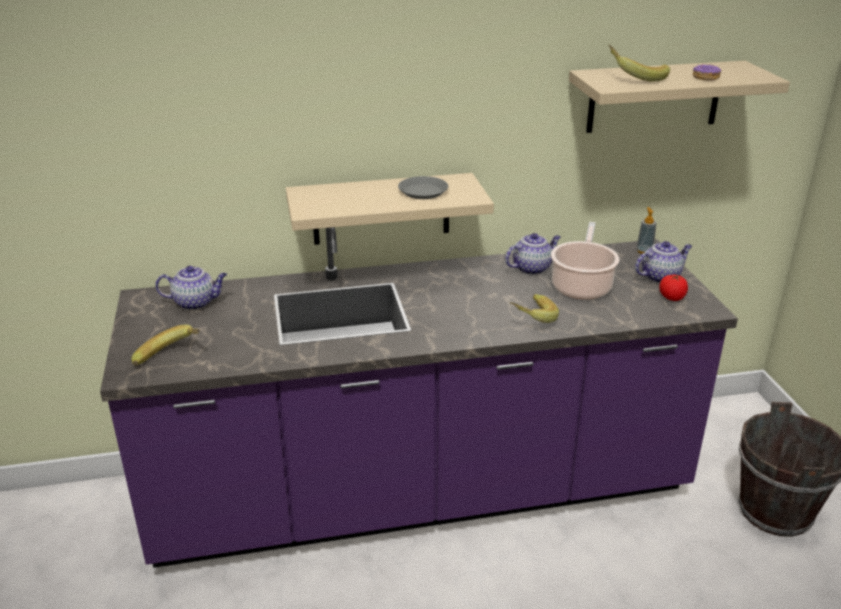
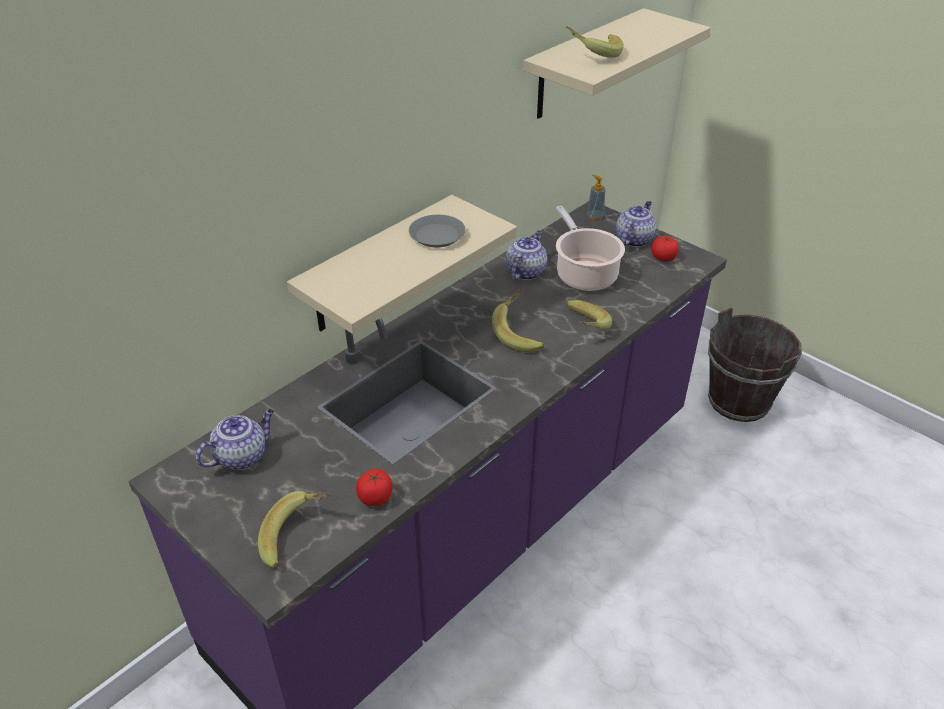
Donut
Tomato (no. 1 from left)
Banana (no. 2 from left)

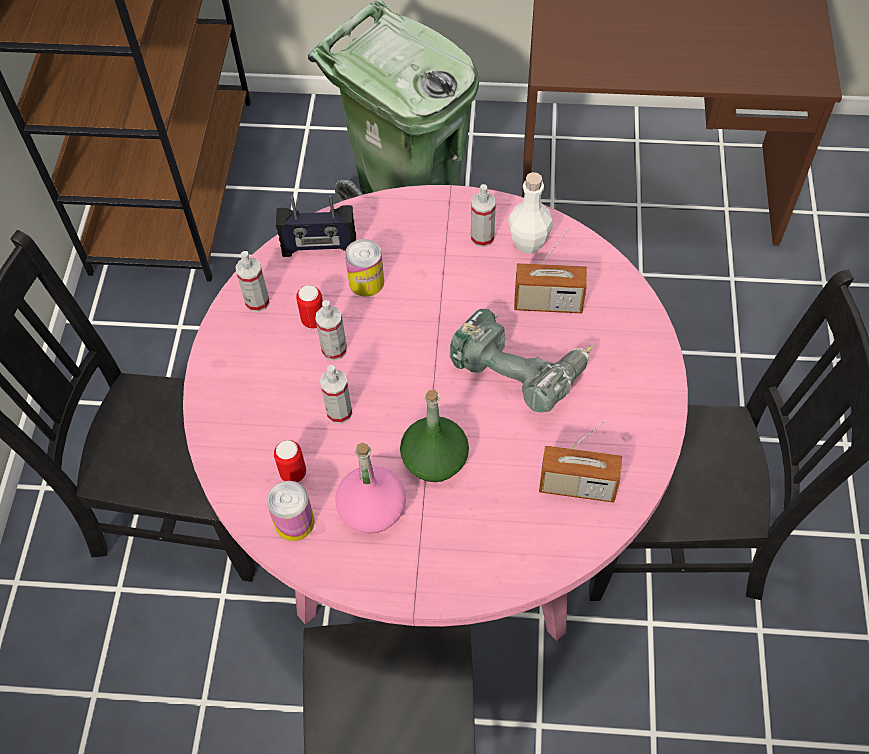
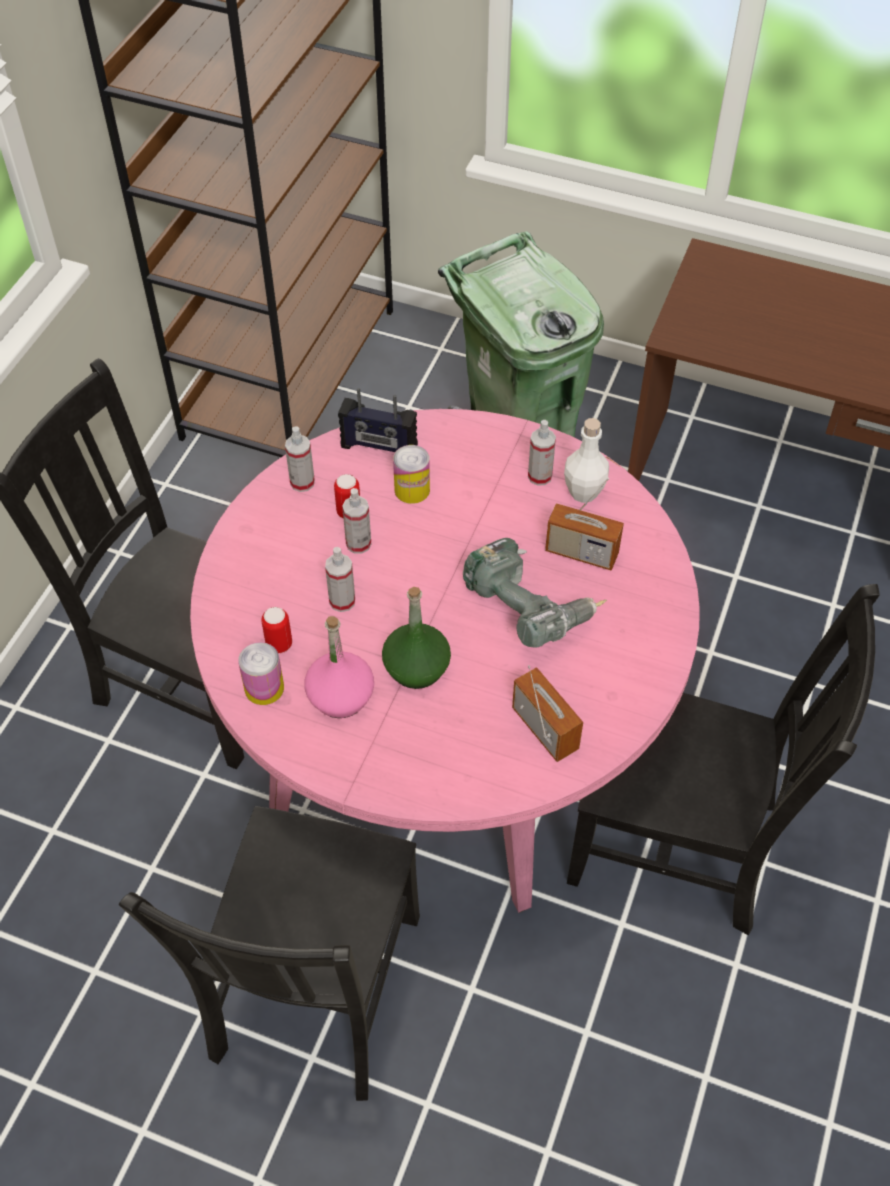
Radio (no. 2 from left)

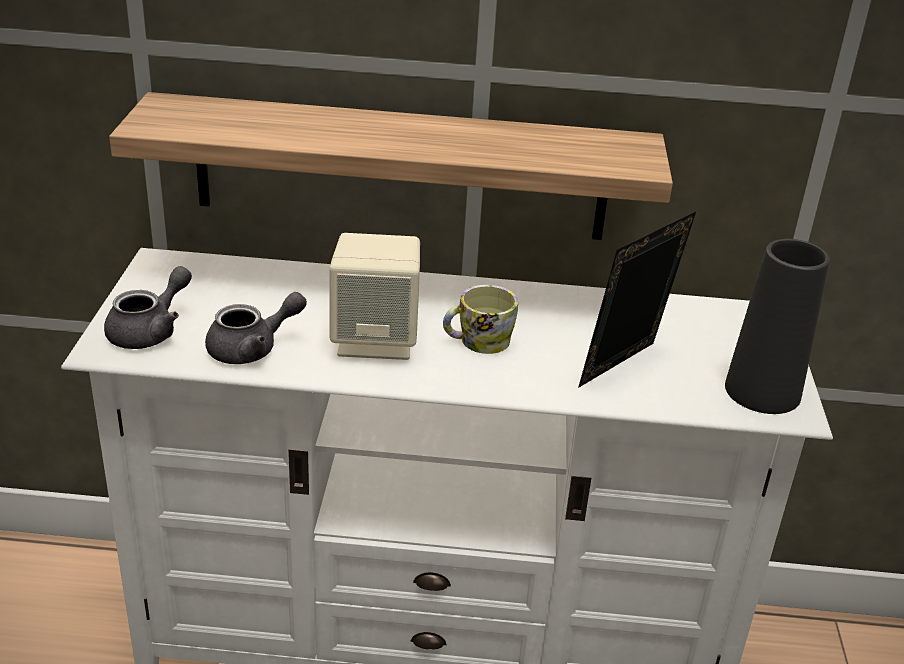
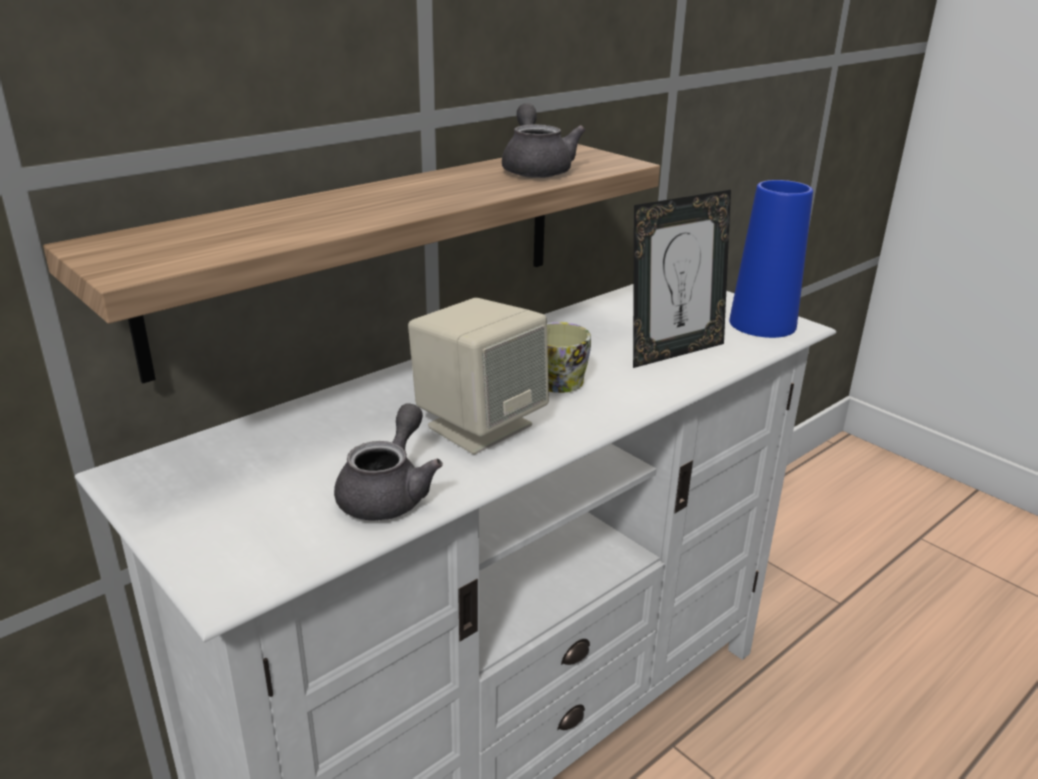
GreyTeapot (no. 2 from left)
PictureFrame
BlueVase

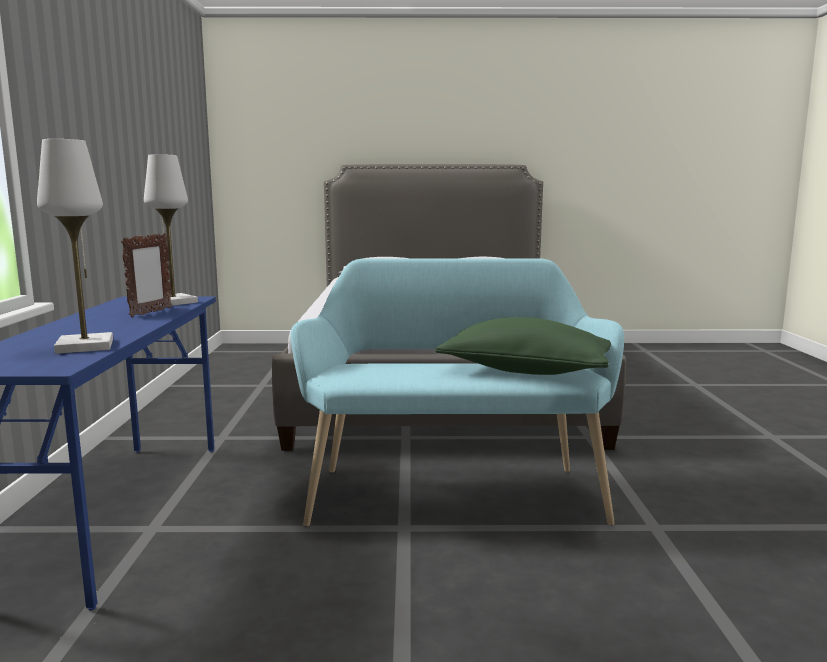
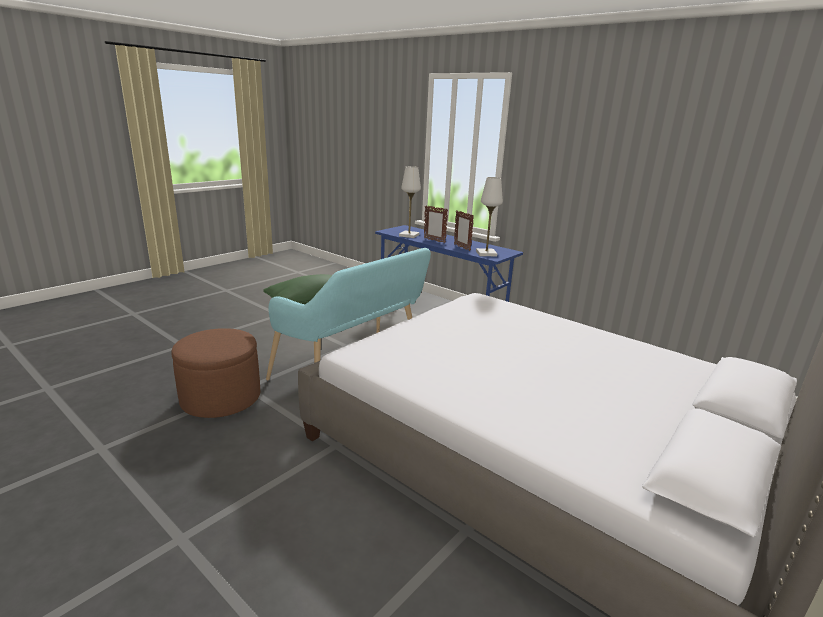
BrownOttoman
PictureFrame (no. 1 from left)

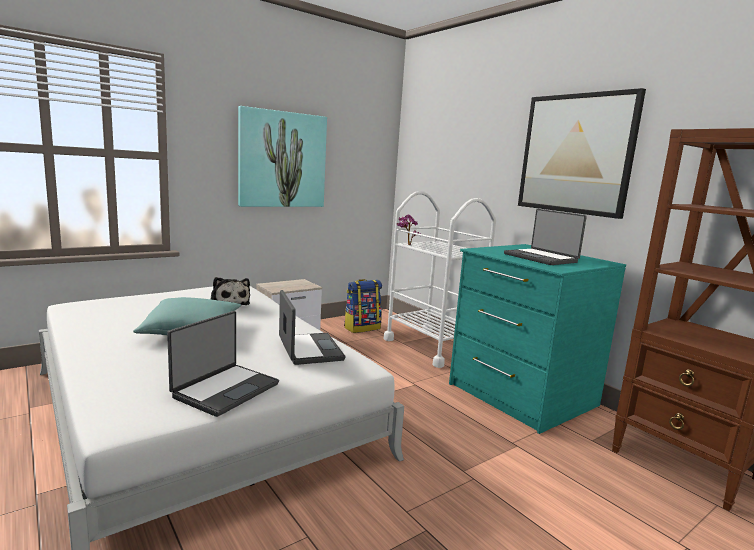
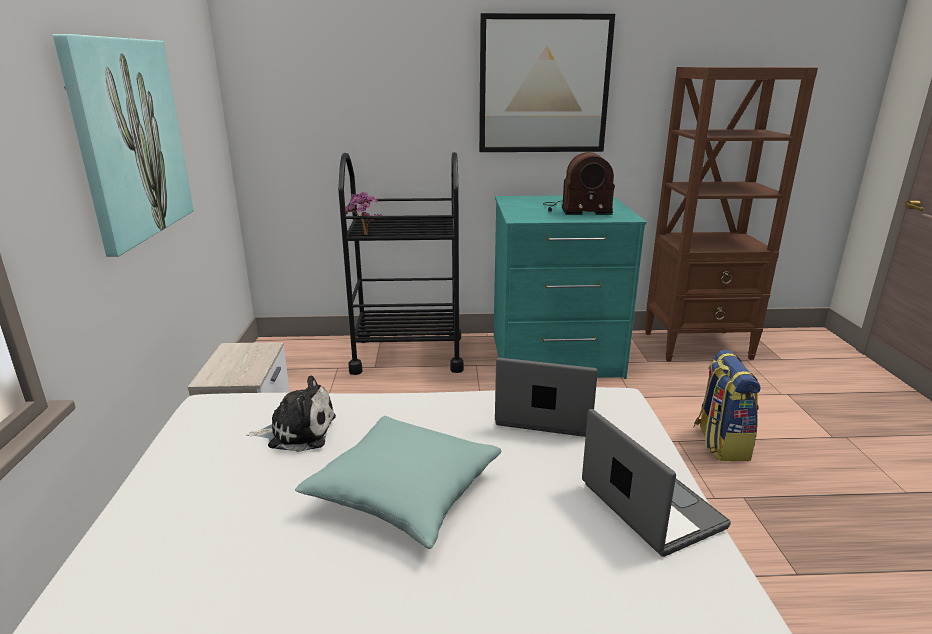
Backpack
BlackCart
Radio

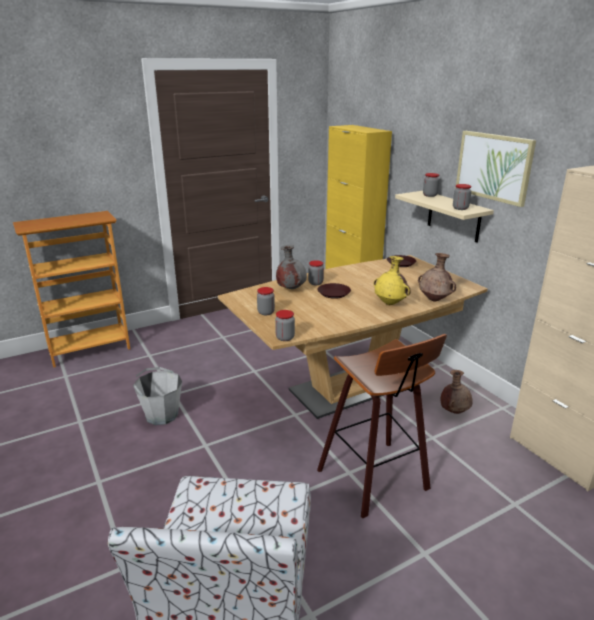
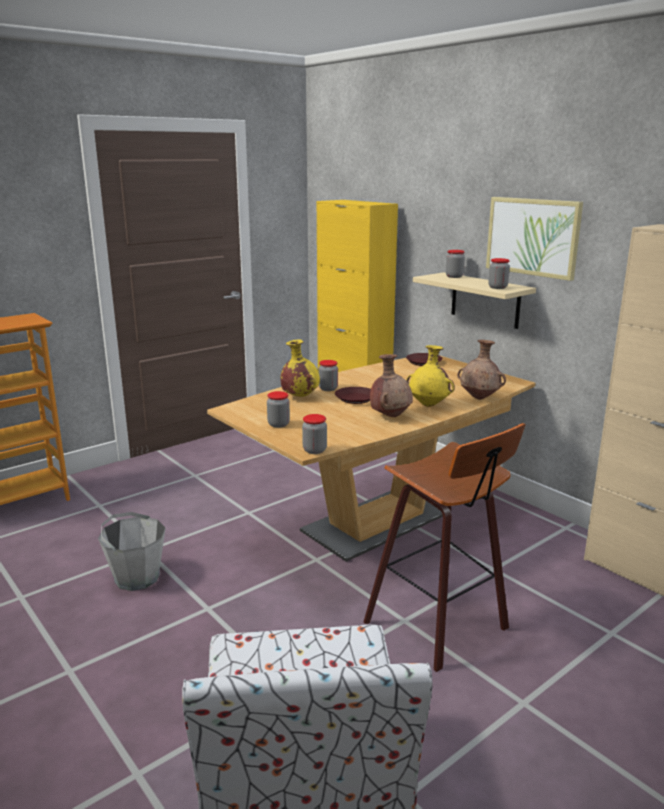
YellowVase (no. 1 from left)
BrownVase (no. 1 from left)

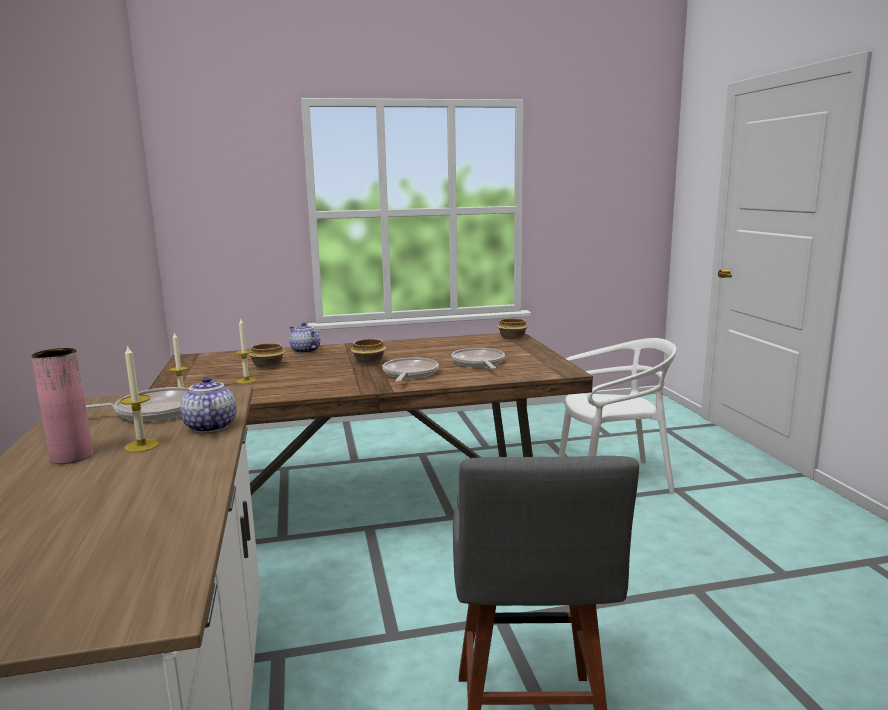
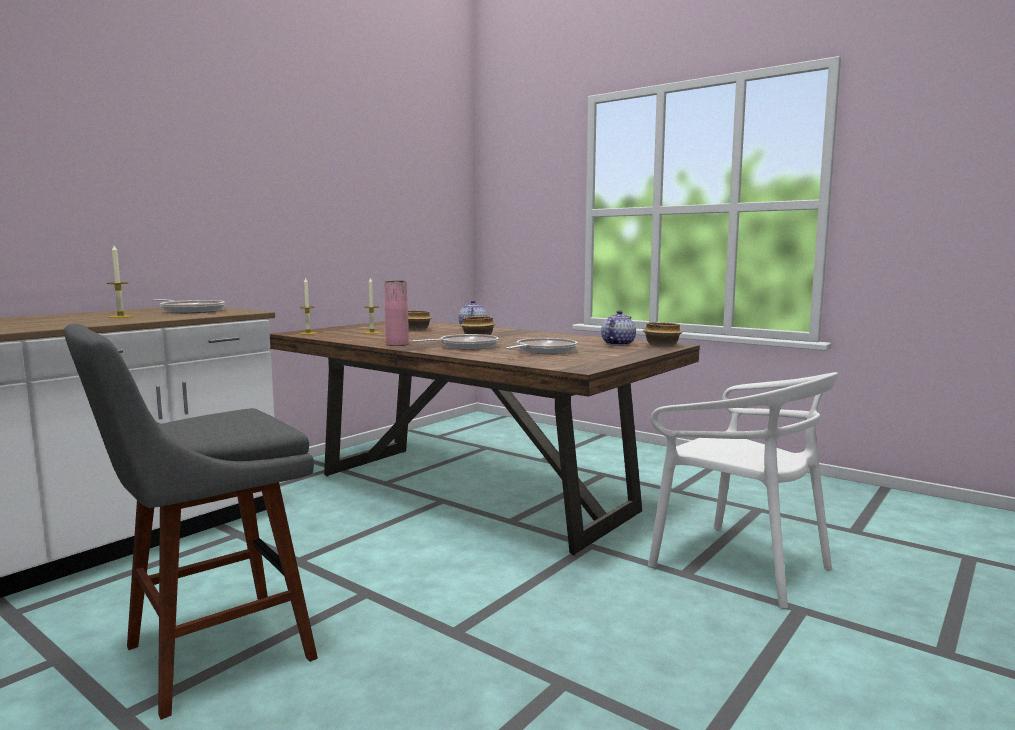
PinkVase
Teapot (no. 2 from left)

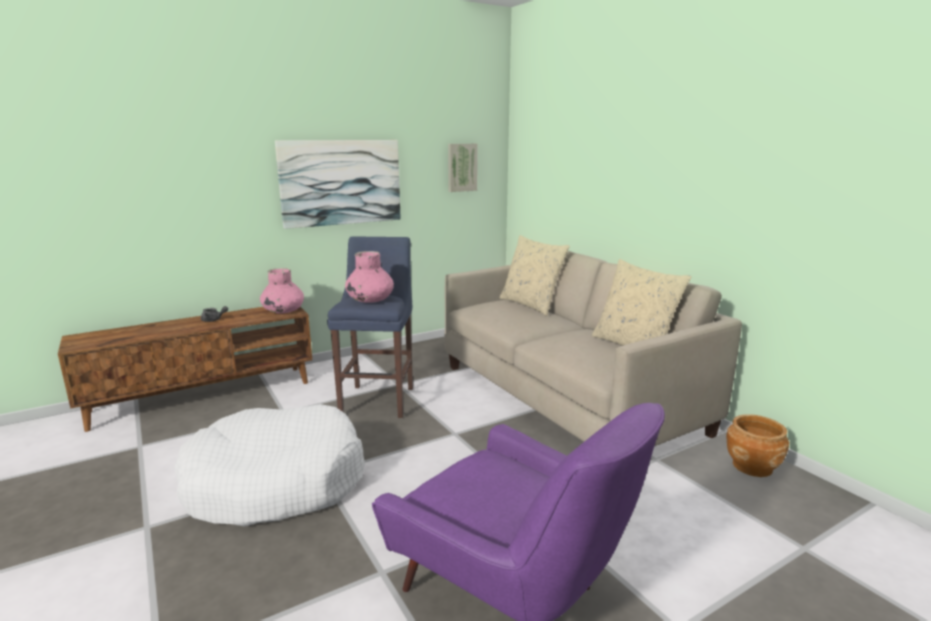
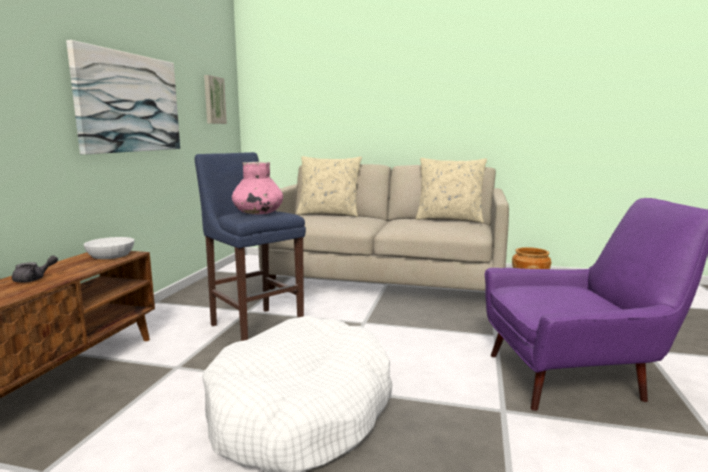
WhiteBowl

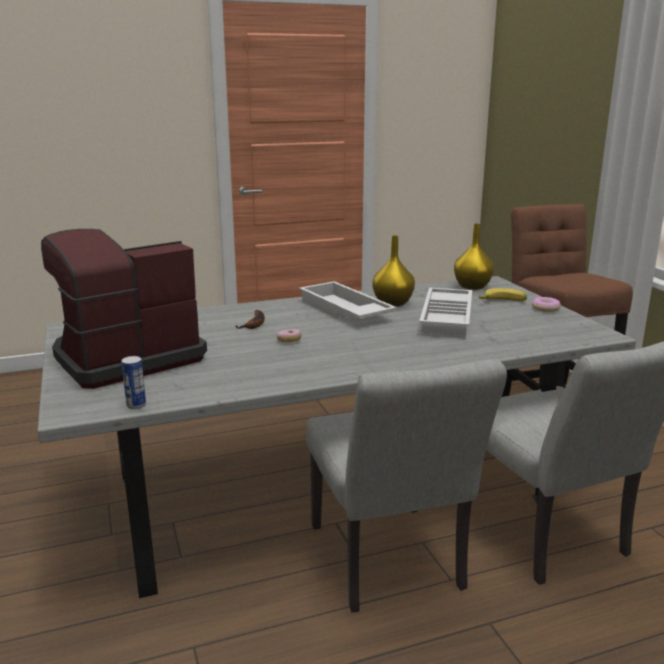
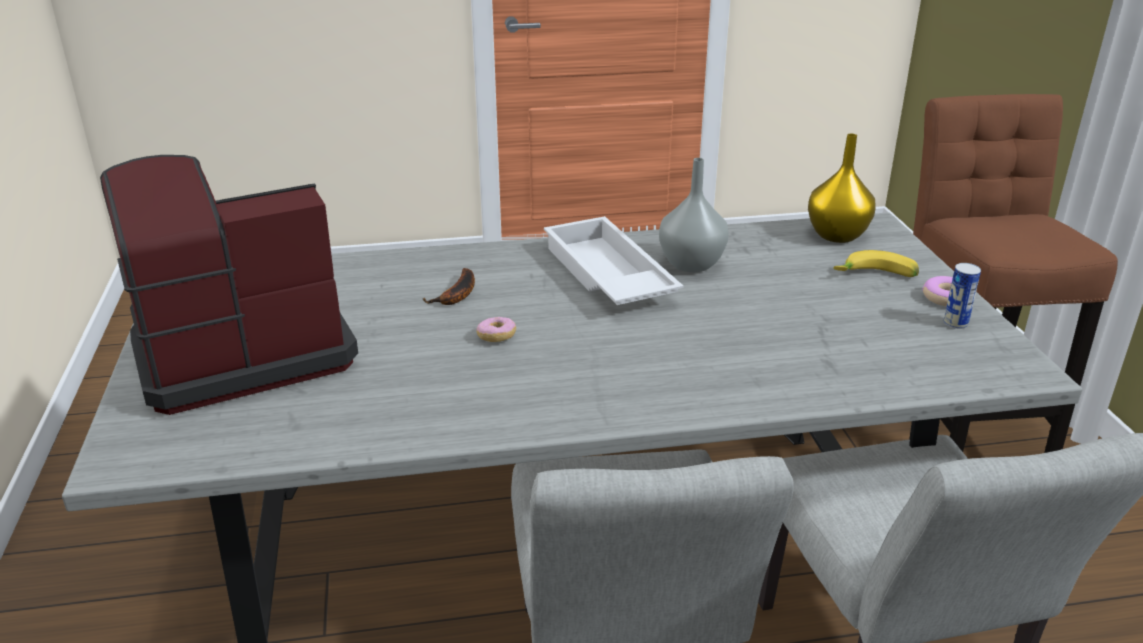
Can
GreyVase
WhiteTray (no. 2 from left in the first image)

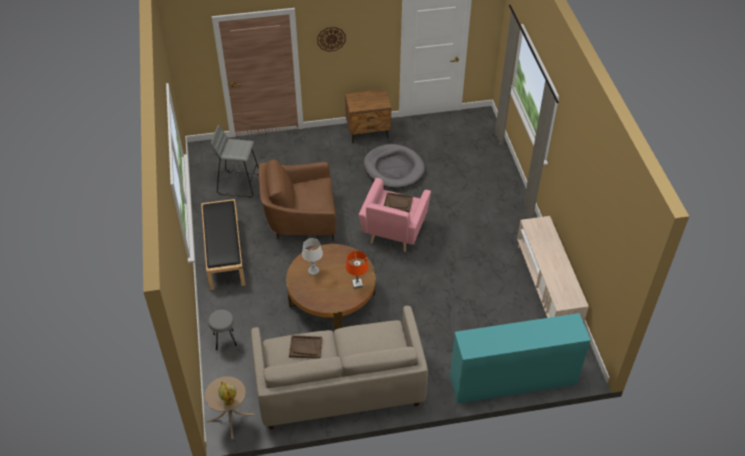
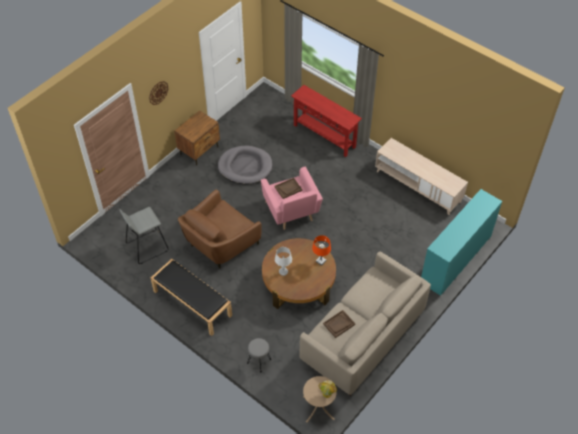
RedConsoleTable

